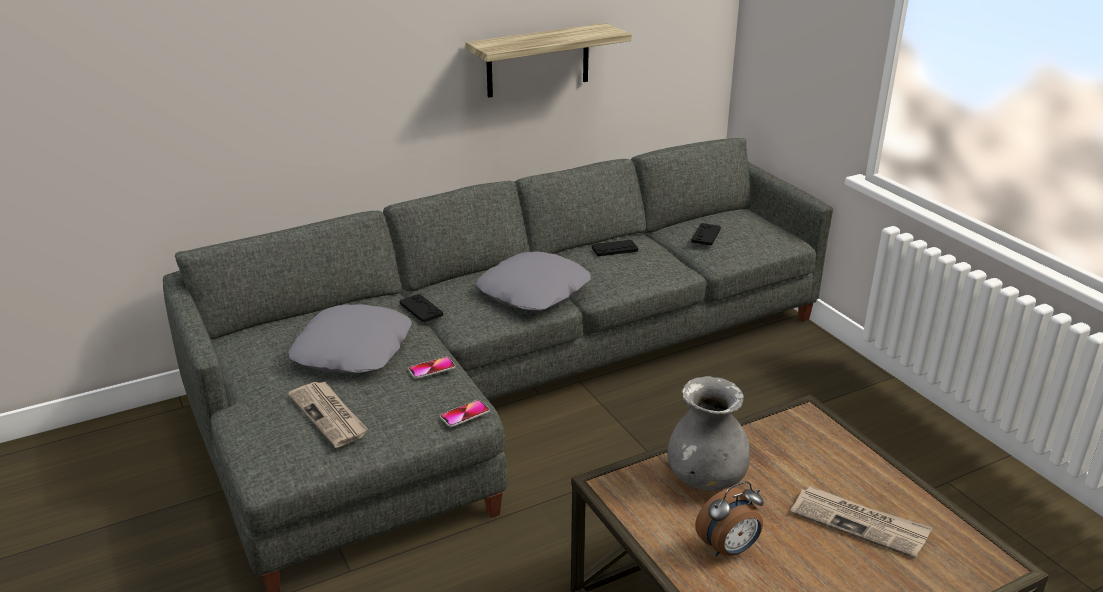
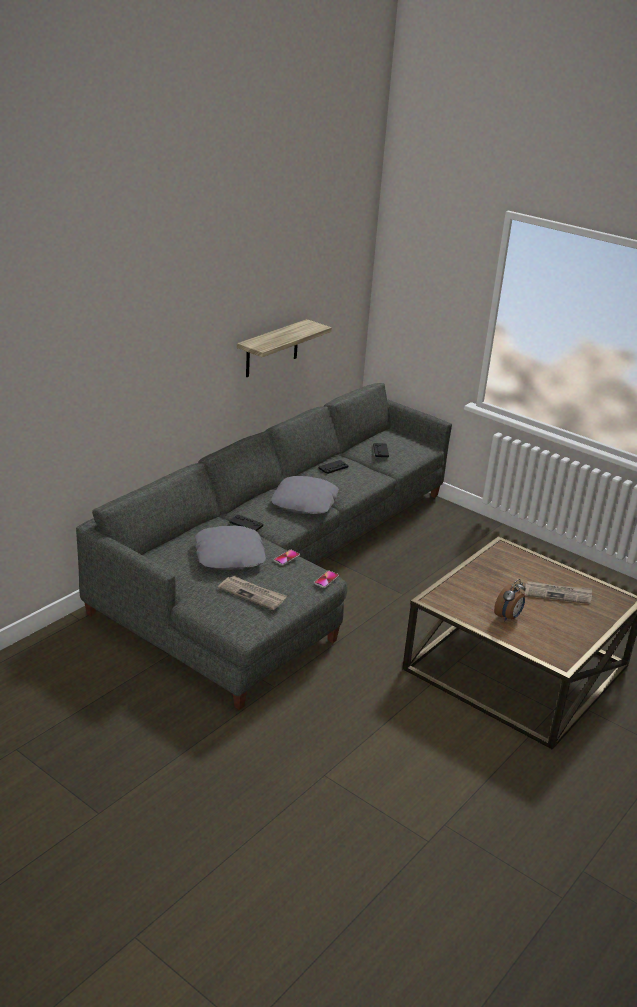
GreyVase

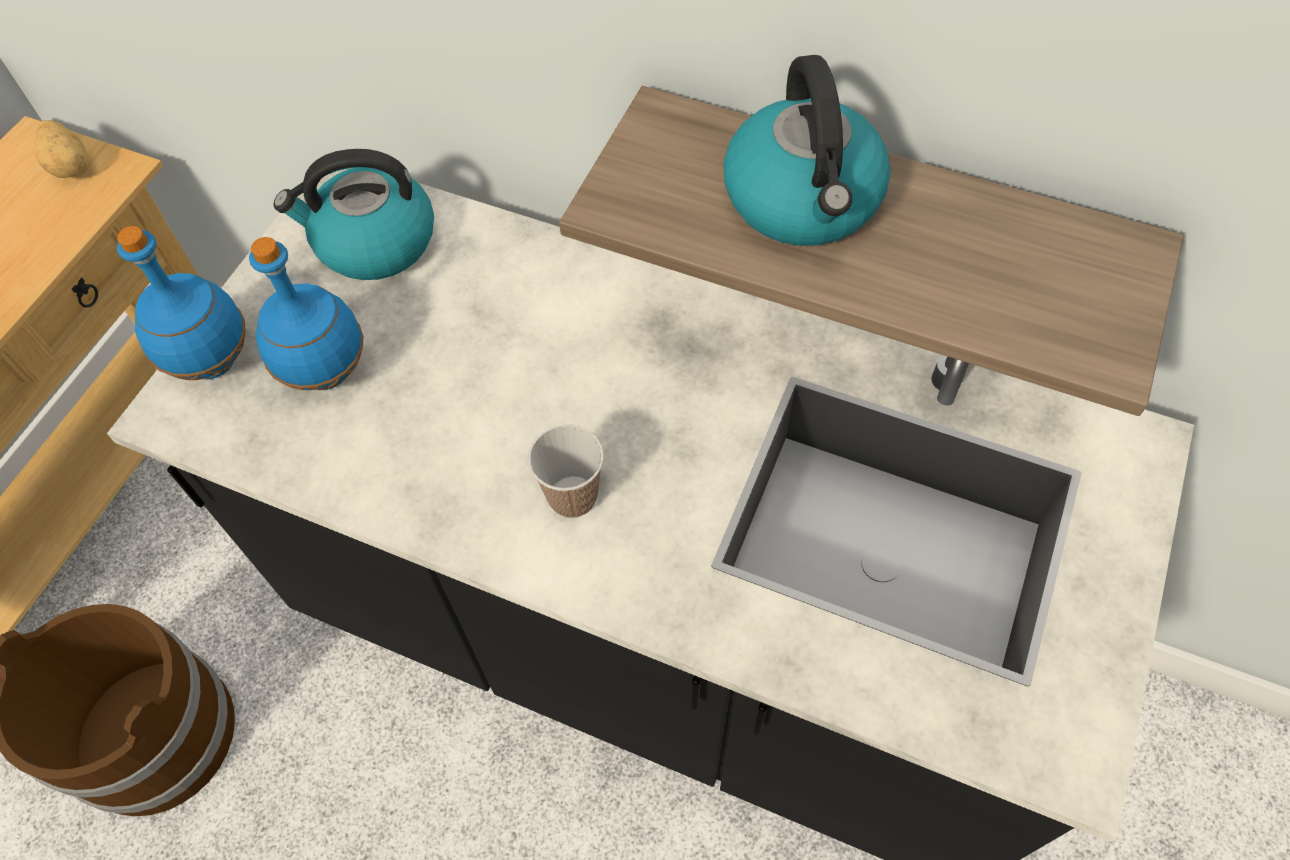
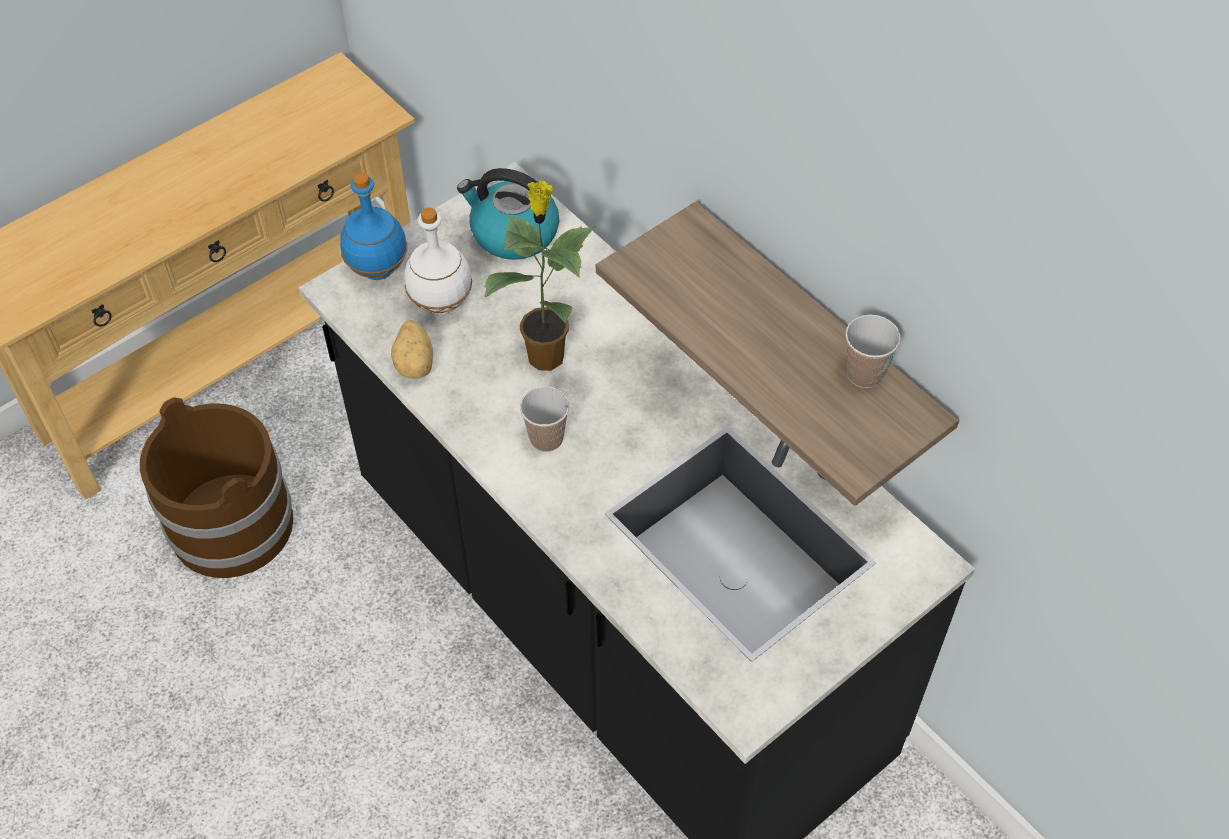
Potato
WhiteBottle
Kettle (no. 2 from left in the first image)
PottedPlant
Cup (no. 2 from left)

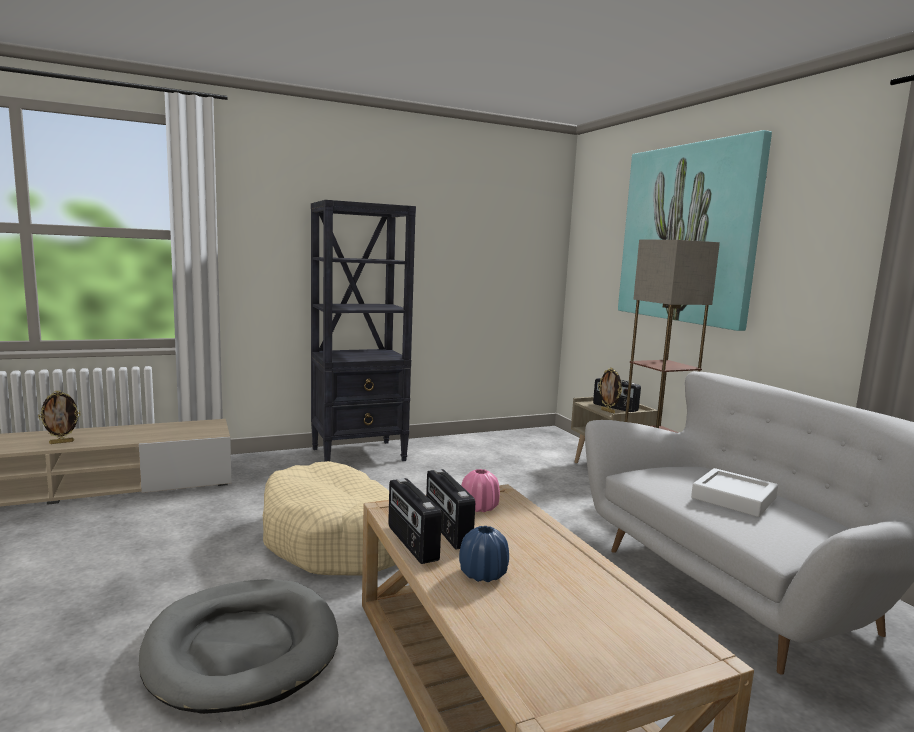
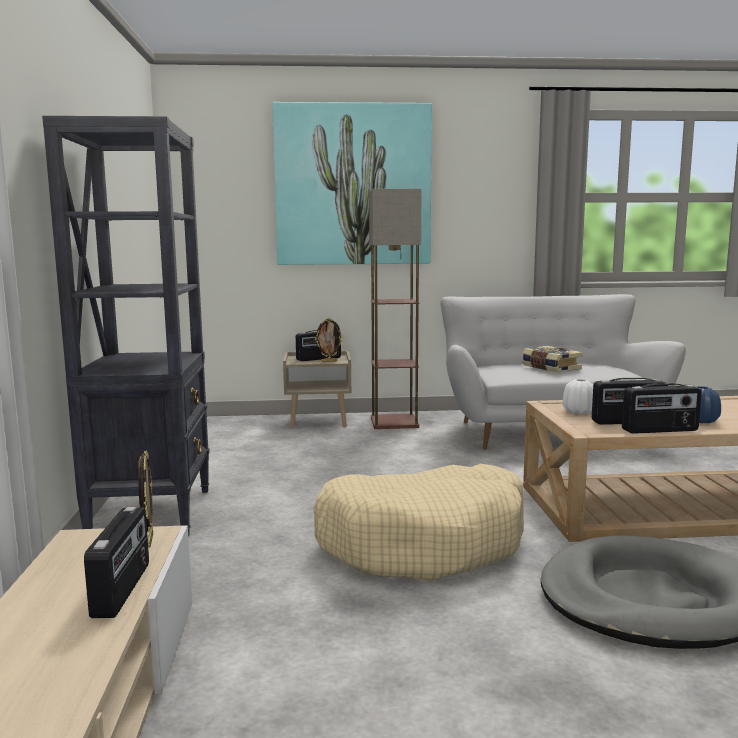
PictureFrame (no. 1 from left)
WhiteVase
Book
Radio (no. 1 from left)

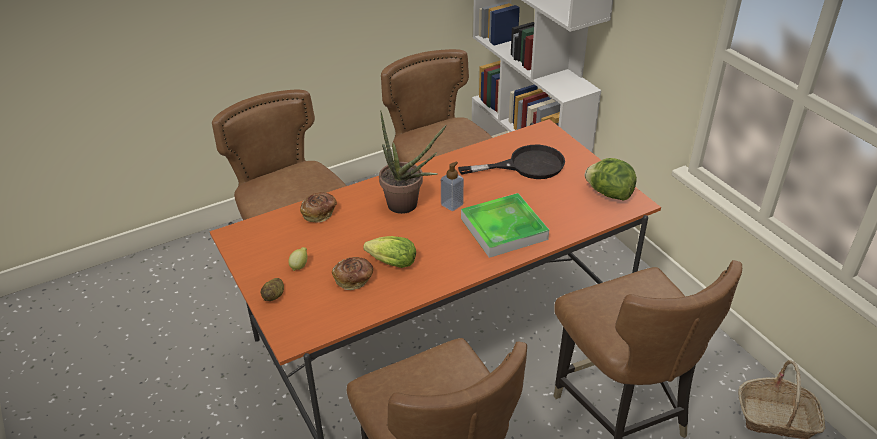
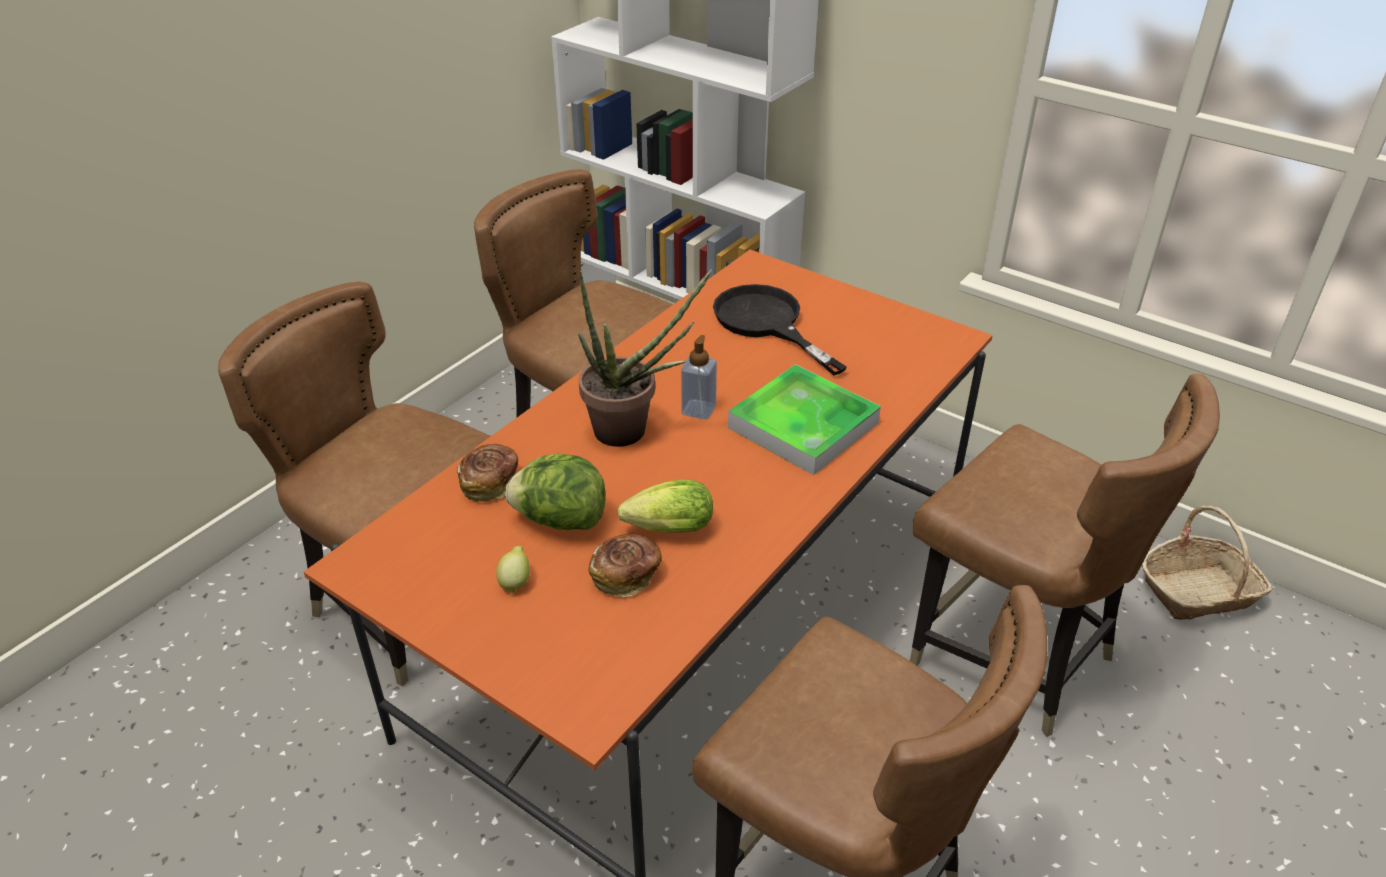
Potato
BlackFryingPan
Lettuce (no. 1 from left)

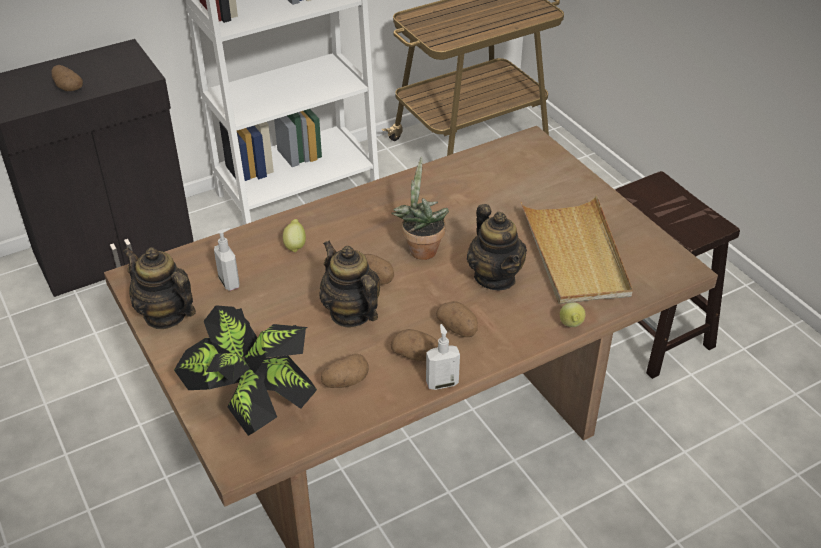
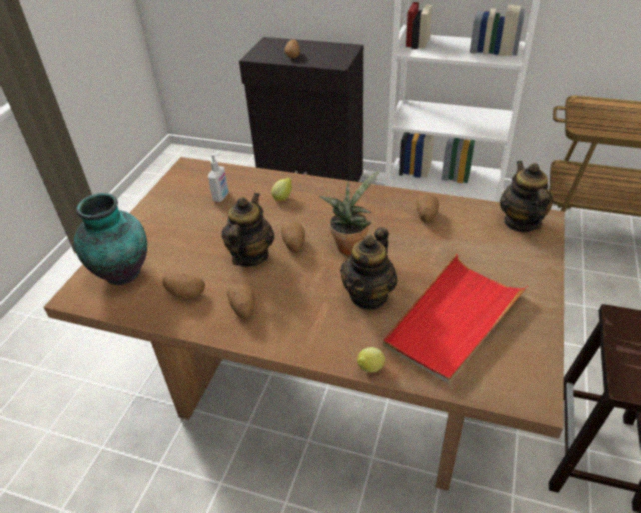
Teapot (no. 3 from left)
Vase
SoapDispenser (no. 2 from left in the first image)
Potato (no. 5 from left)
RedTray

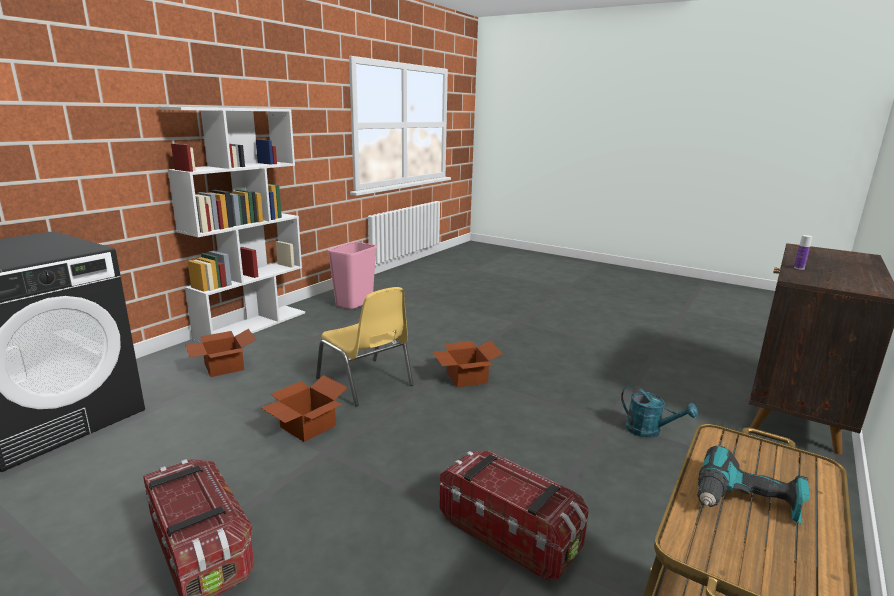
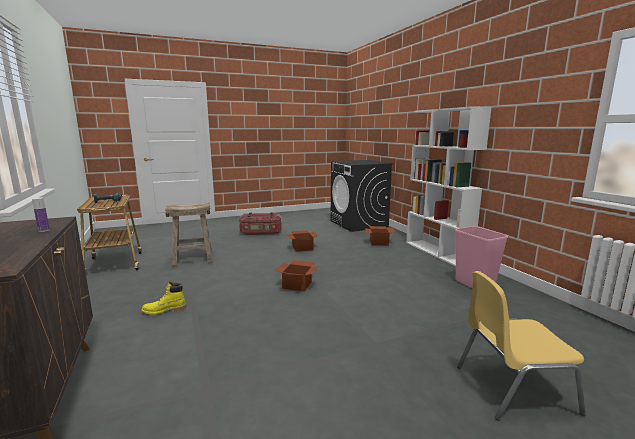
YellowChair
BeigeStool
YellowBoot

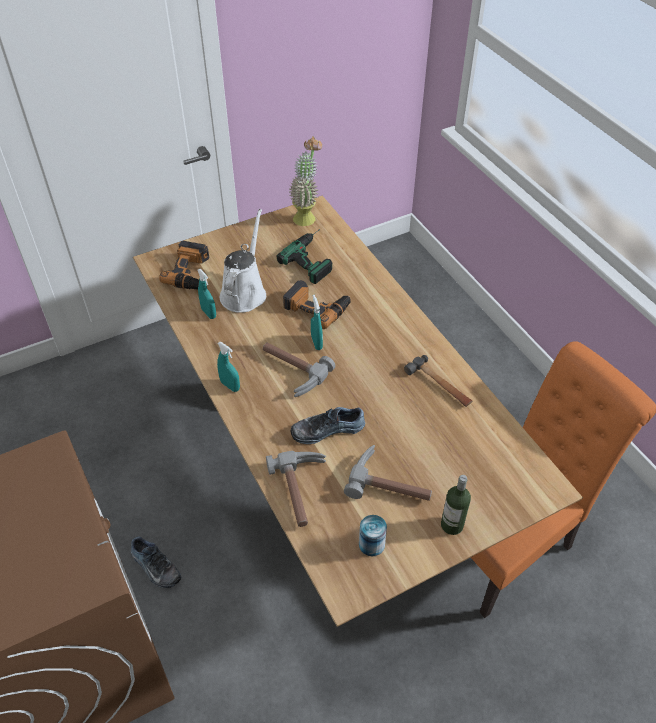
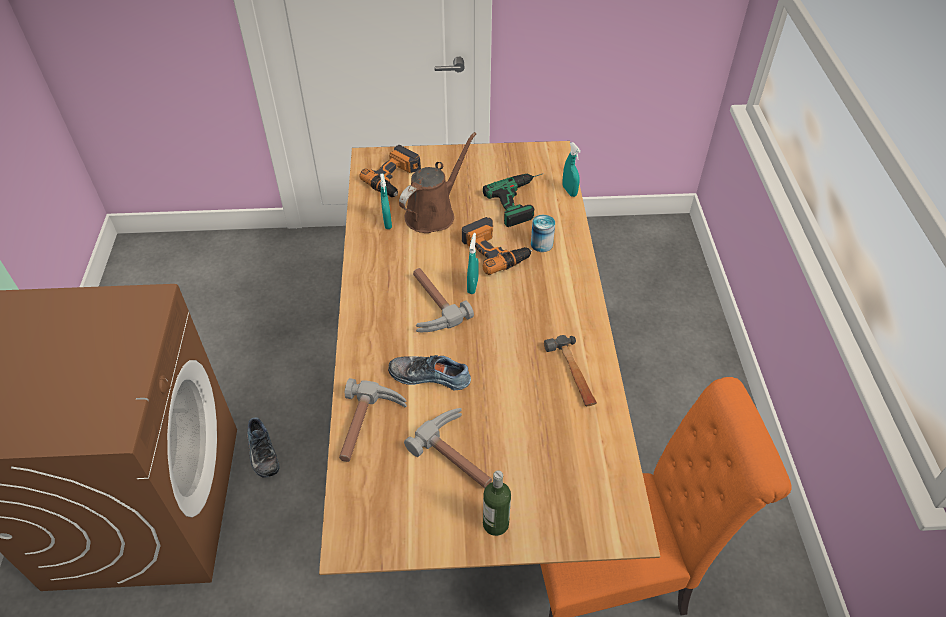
TurquoiseSprayBottle (no. 3 from left)
BrownWateringCan
PottedPlant
Can

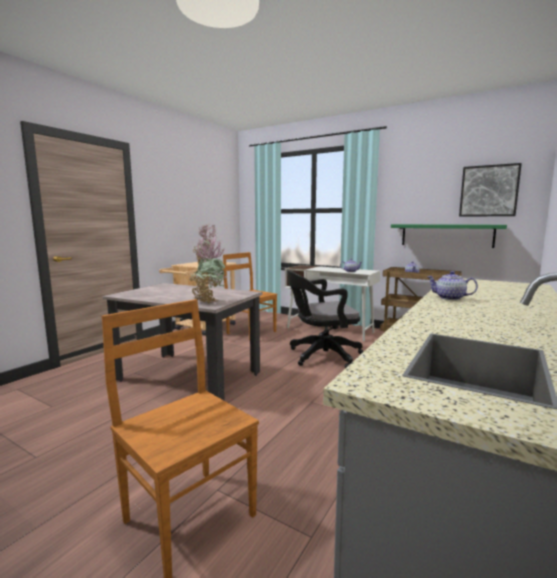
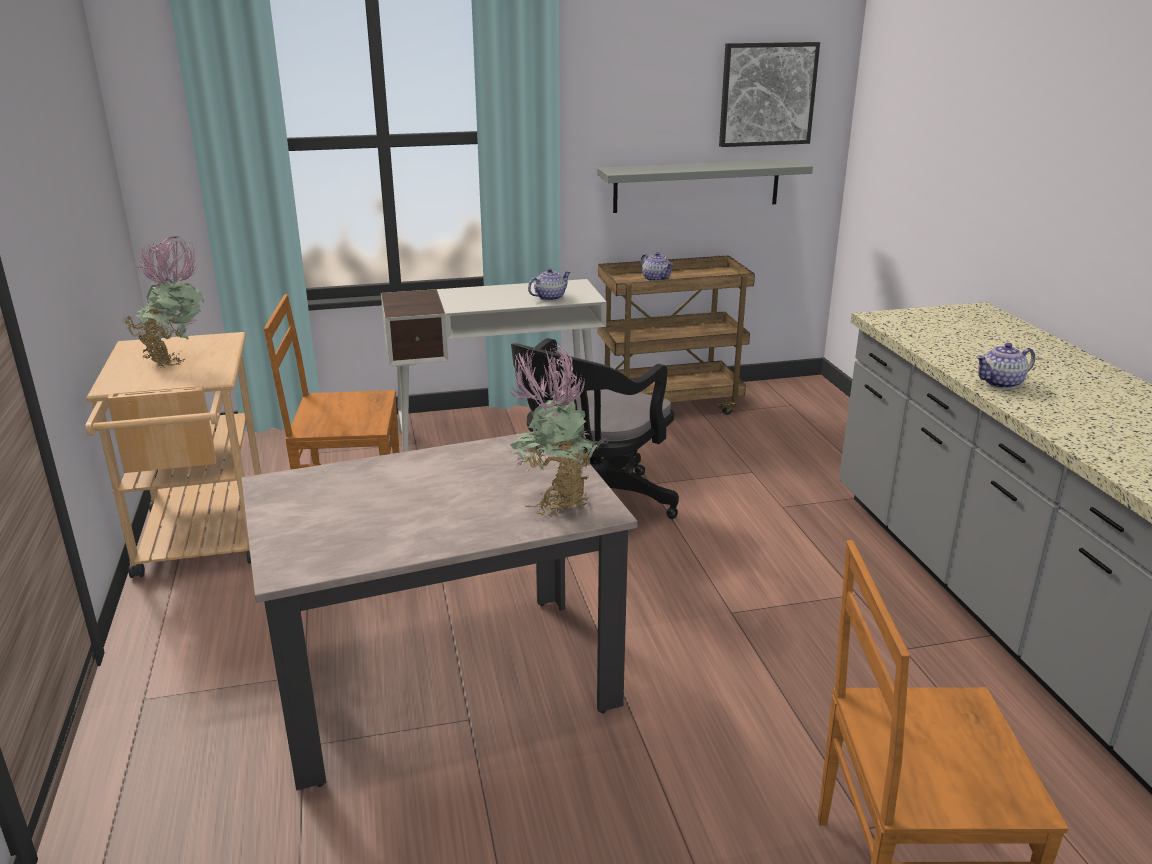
GreyShelf

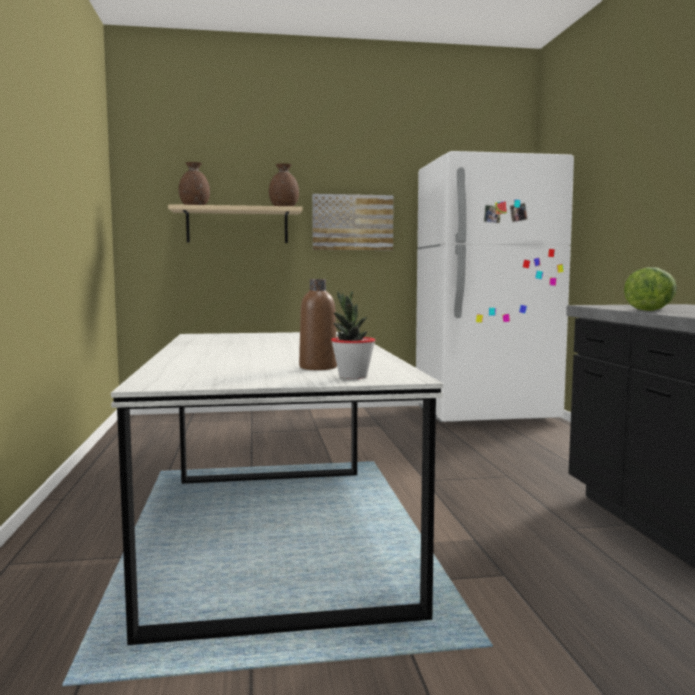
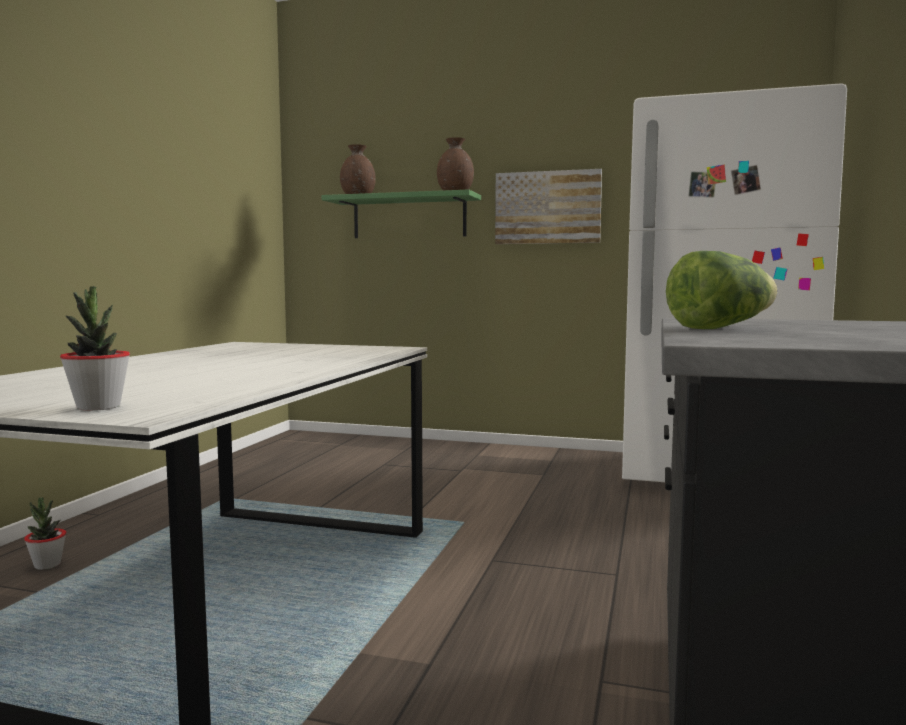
GreenShelf
BrownBottle
PottedPlant (no. 1 from left)

